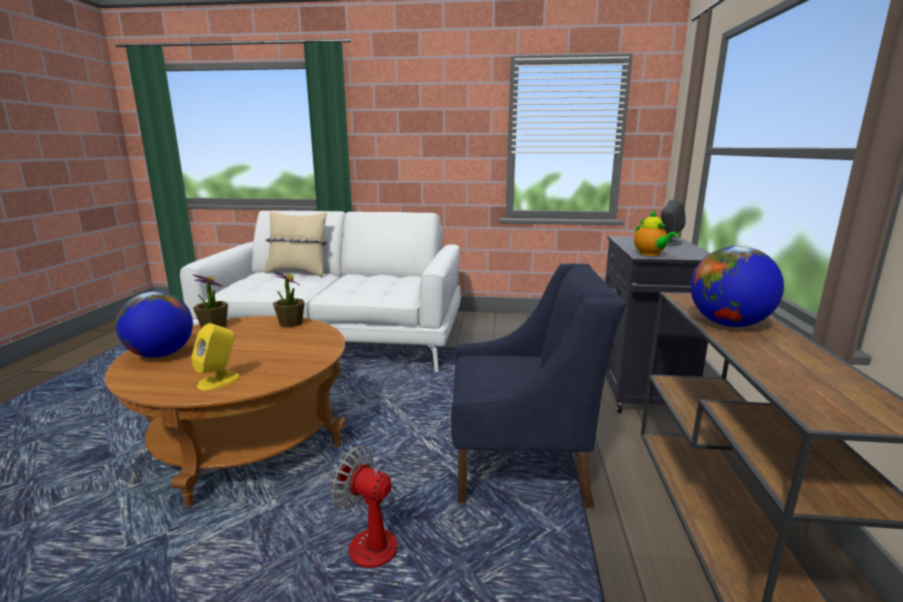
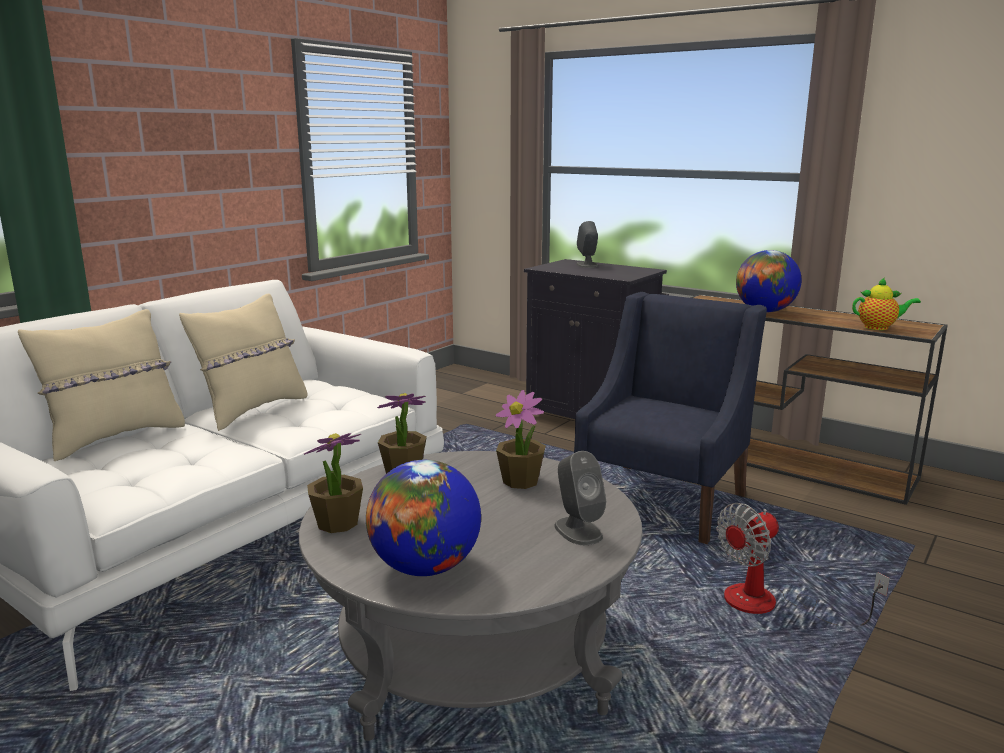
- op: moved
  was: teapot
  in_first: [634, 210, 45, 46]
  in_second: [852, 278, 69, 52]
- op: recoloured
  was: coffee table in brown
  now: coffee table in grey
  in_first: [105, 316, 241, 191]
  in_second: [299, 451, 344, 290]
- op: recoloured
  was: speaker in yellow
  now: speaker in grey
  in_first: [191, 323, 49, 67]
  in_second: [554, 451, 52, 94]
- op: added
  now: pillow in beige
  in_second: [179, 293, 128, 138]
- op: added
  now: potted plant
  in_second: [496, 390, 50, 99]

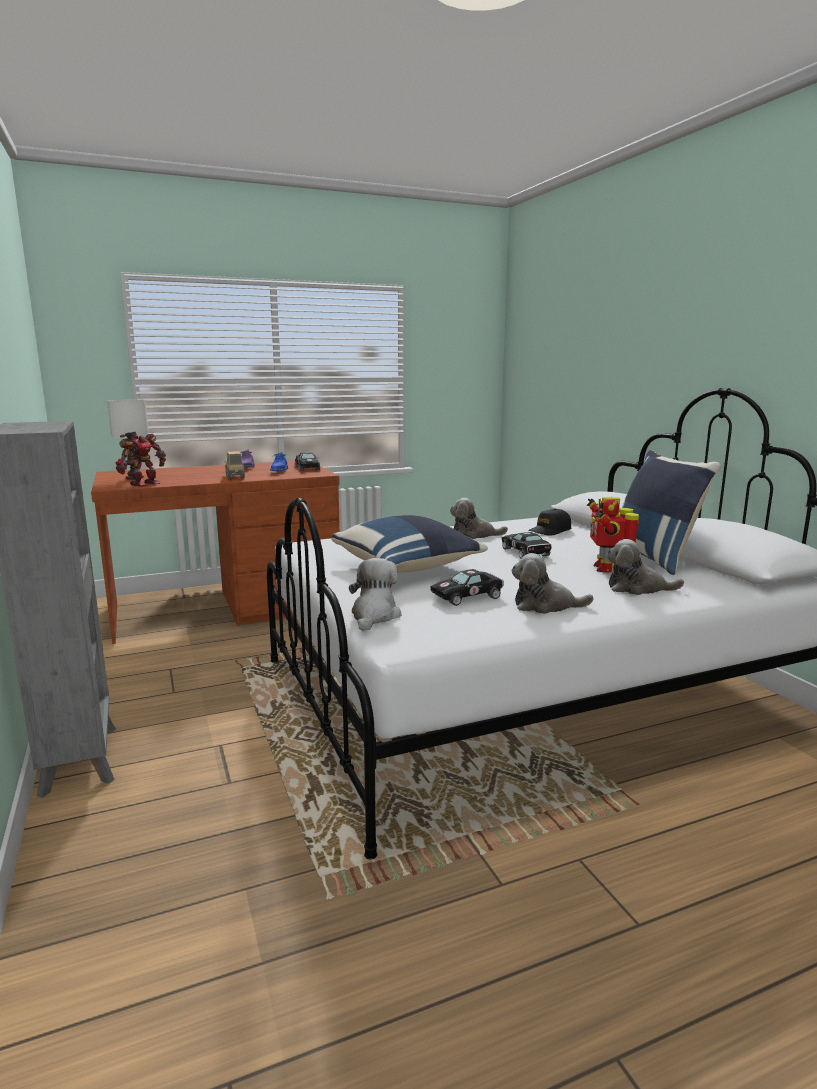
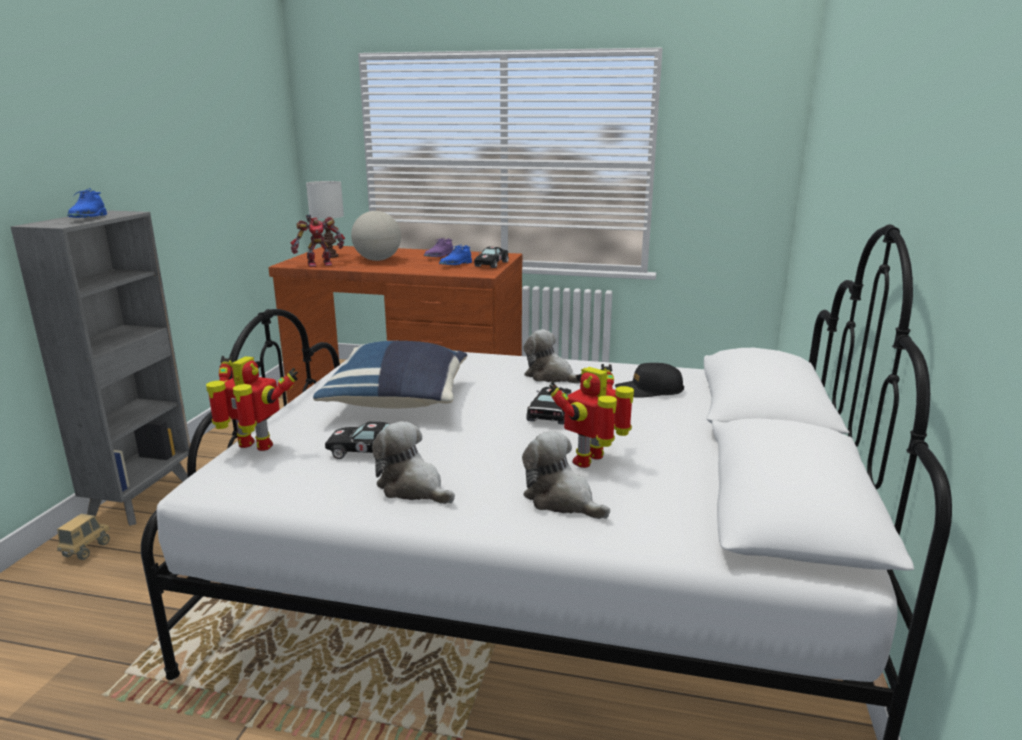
- op: removed
  was: pillow in blue
  in_first: [622, 450, 99, 125]
- op: moved
  was: toy truck
  in_first: [224, 451, 21, 28]
  in_second: [57, 514, 53, 46]
- op: replaced
  was: plush toy
  now: toy robot
  in_first: [349, 558, 52, 73]
  in_second: [206, 356, 92, 95]
- op: added
  now: shoe in blue
  in_second: [67, 188, 40, 30]
- op: added
  now: globe
  in_second: [351, 211, 50, 50]

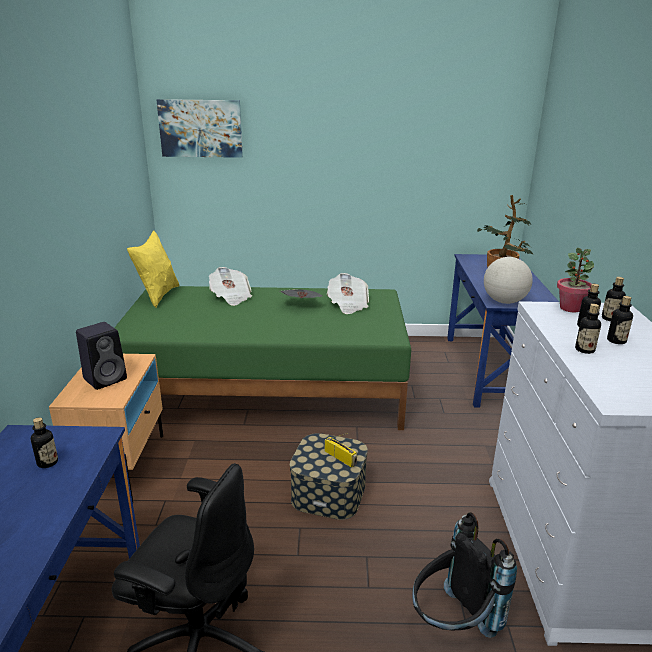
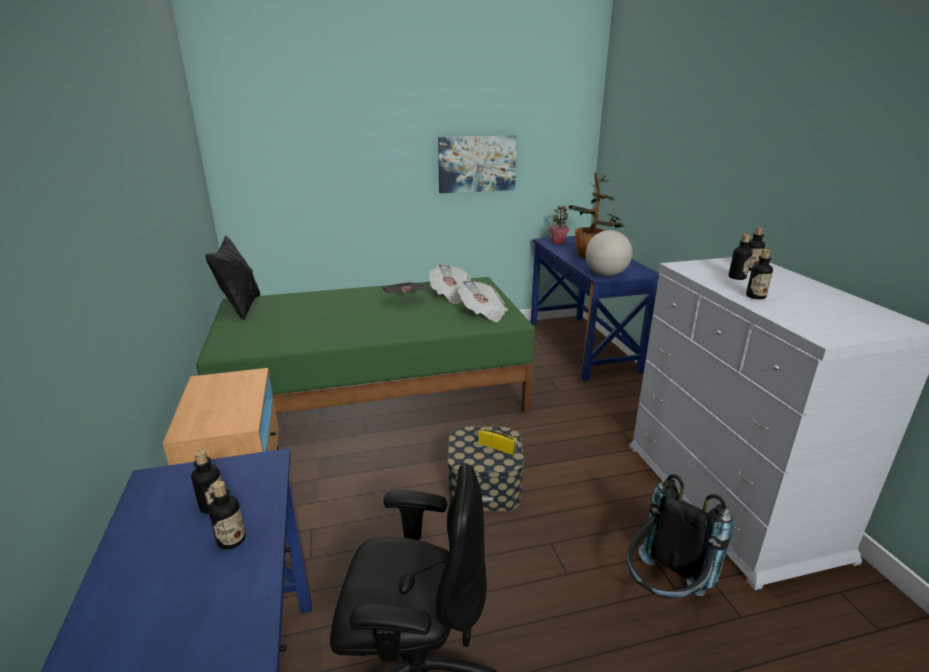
- op: moved
  was: picture
  in_first: [157, 99, 86, 59]
  in_second: [438, 135, 79, 58]
- op: recoloured
  was: pillow in yellow
  now: pillow in black
  in_first: [127, 230, 52, 78]
  in_second: [205, 235, 55, 85]
- op: moved
  was: potted plant
  in_first: [557, 248, 37, 65]
  in_second: [549, 206, 20, 38]
- op: moved
  was: newspaper
  in_first: [209, 267, 43, 39]
  in_second: [458, 280, 50, 42]
- op: moved
  was: bottle
  in_first: [607, 296, 26, 48]
  in_second: [209, 481, 37, 69]
- op: removed
  was: speaker in black
  in_first: [76, 322, 51, 68]

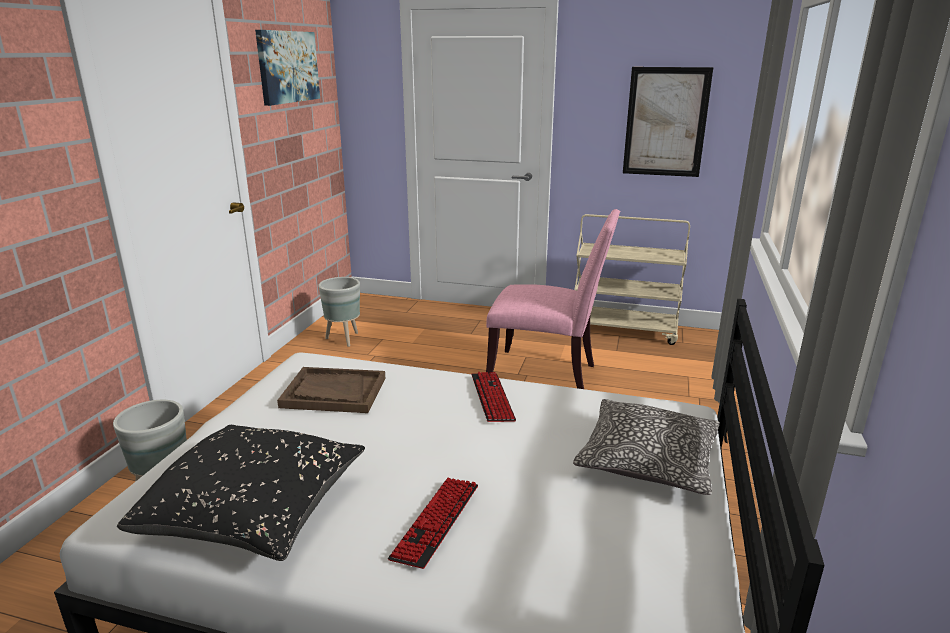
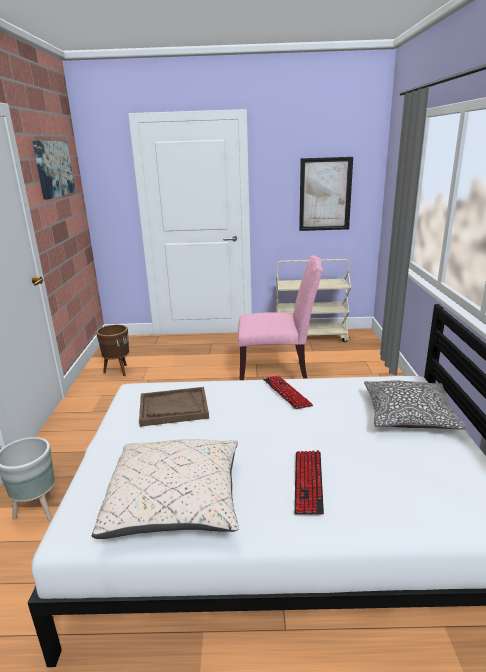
- op: recoloured
  was: planter in grey
  now: planter in brown
  in_first: [318, 277, 42, 70]
  in_second: [96, 324, 33, 52]
- op: recoloured
  was: pillow in black
  now: pillow in beige
  in_first: [117, 425, 248, 136]
  in_second: [92, 439, 147, 100]

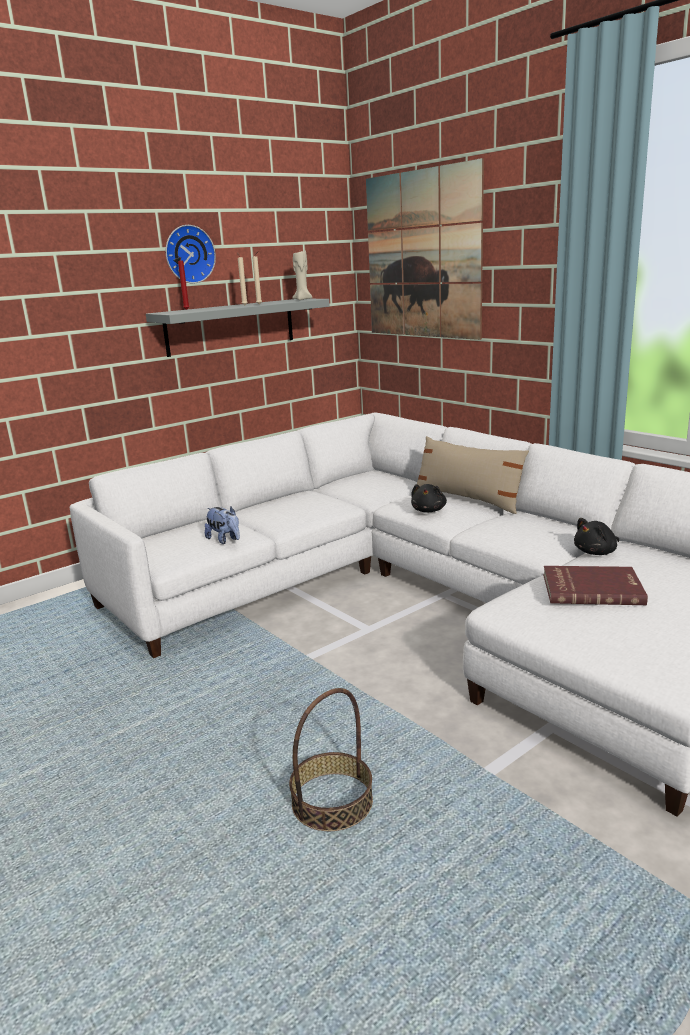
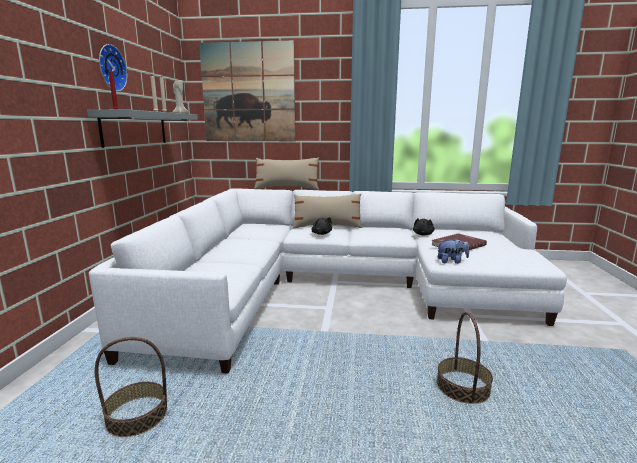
- op: moved
  was: plush toy
  in_first: [205, 507, 35, 37]
  in_second: [438, 237, 31, 27]
- op: added
  now: pillow in beige
  in_second: [254, 157, 65, 33]
- op: added
  now: basket
  in_second: [95, 337, 72, 100]

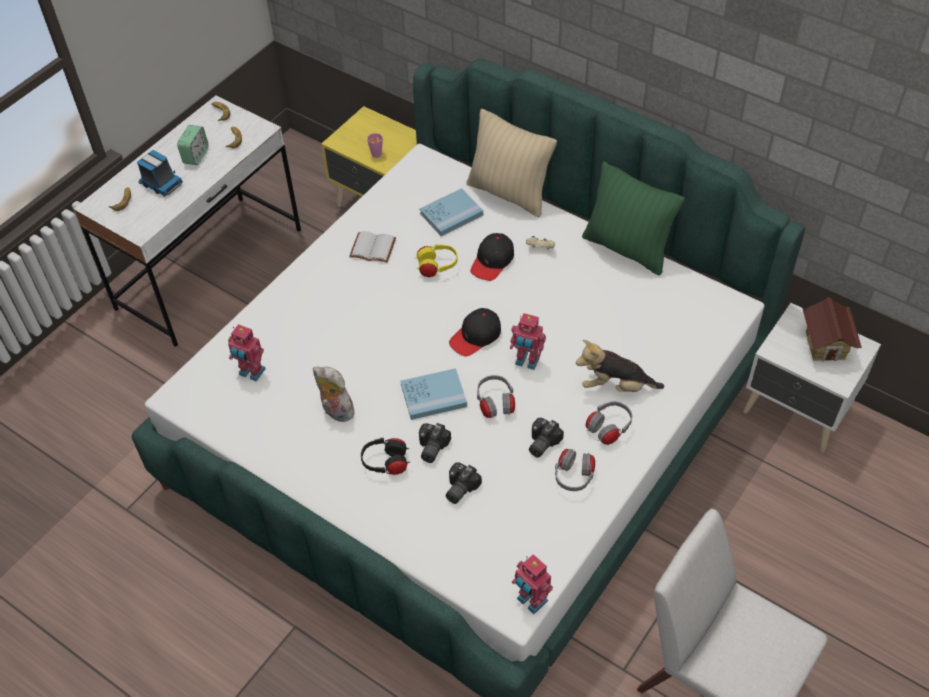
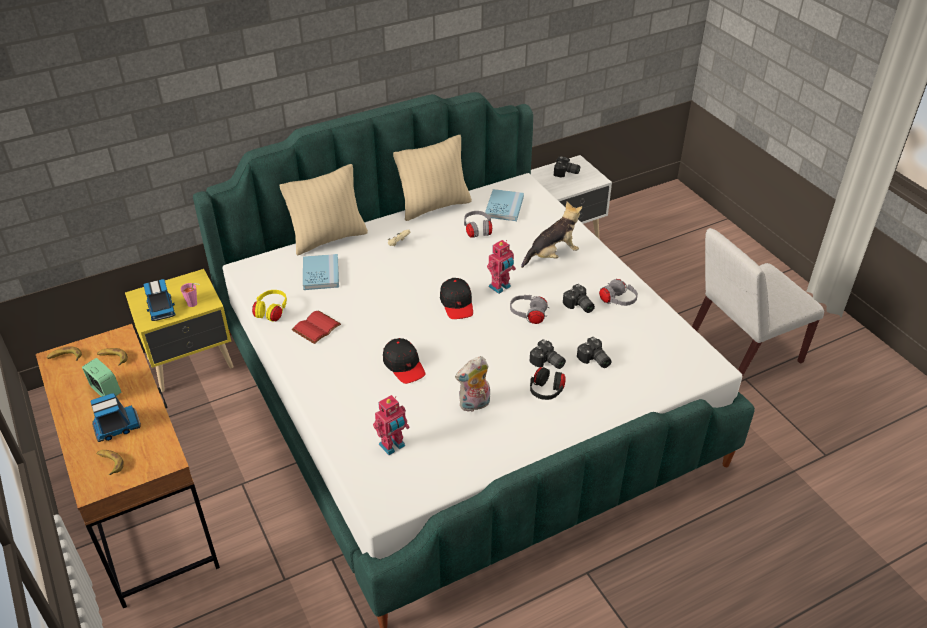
- op: recoloured
  was: desk in white
  now: desk in brown
  in_first: [73, 95, 228, 252]
  in_second: [36, 324, 184, 284]
- op: recoloured
  was: pillow in green
  now: pillow in beige
  in_first: [582, 161, 103, 114]
  in_second: [393, 135, 79, 86]
- op: recoloured
  was: book in white
  now: book in red
  in_first: [349, 231, 47, 32]
  in_second: [292, 310, 49, 34]
- op: moved
  was: cap in black
  in_first: [470, 233, 44, 48]
  in_second: [383, 338, 42, 46]
- op: moved
  was: headphones in yellow
  in_first: [415, 244, 43, 33]
  in_second: [252, 290, 35, 32]
- op: replaced
  was: toy house
  now: photo camera
  in_first: [802, 297, 60, 64]
  in_second: [554, 156, 26, 21]
- op: turned
  was: plush toy
  in_first: [576, 340, 88, 52]
  in_second: [521, 201, 61, 67]
  clockwise: -150
- op: moved
  was: book in blue
  in_first: [401, 368, 66, 52]
  in_second: [485, 189, 39, 32]
- op: moved
  was: headphones in grey
  in_first: [586, 401, 47, 44]
  in_second: [464, 211, 28, 27]
- op: removed
  was: toy robot
  in_first: [512, 554, 41, 60]
- op: added
  now: toy truck
  in_second: [143, 279, 33, 42]

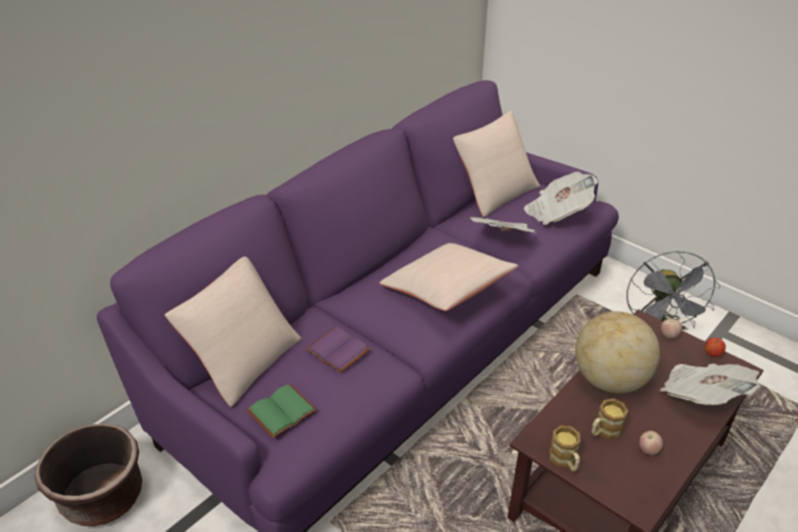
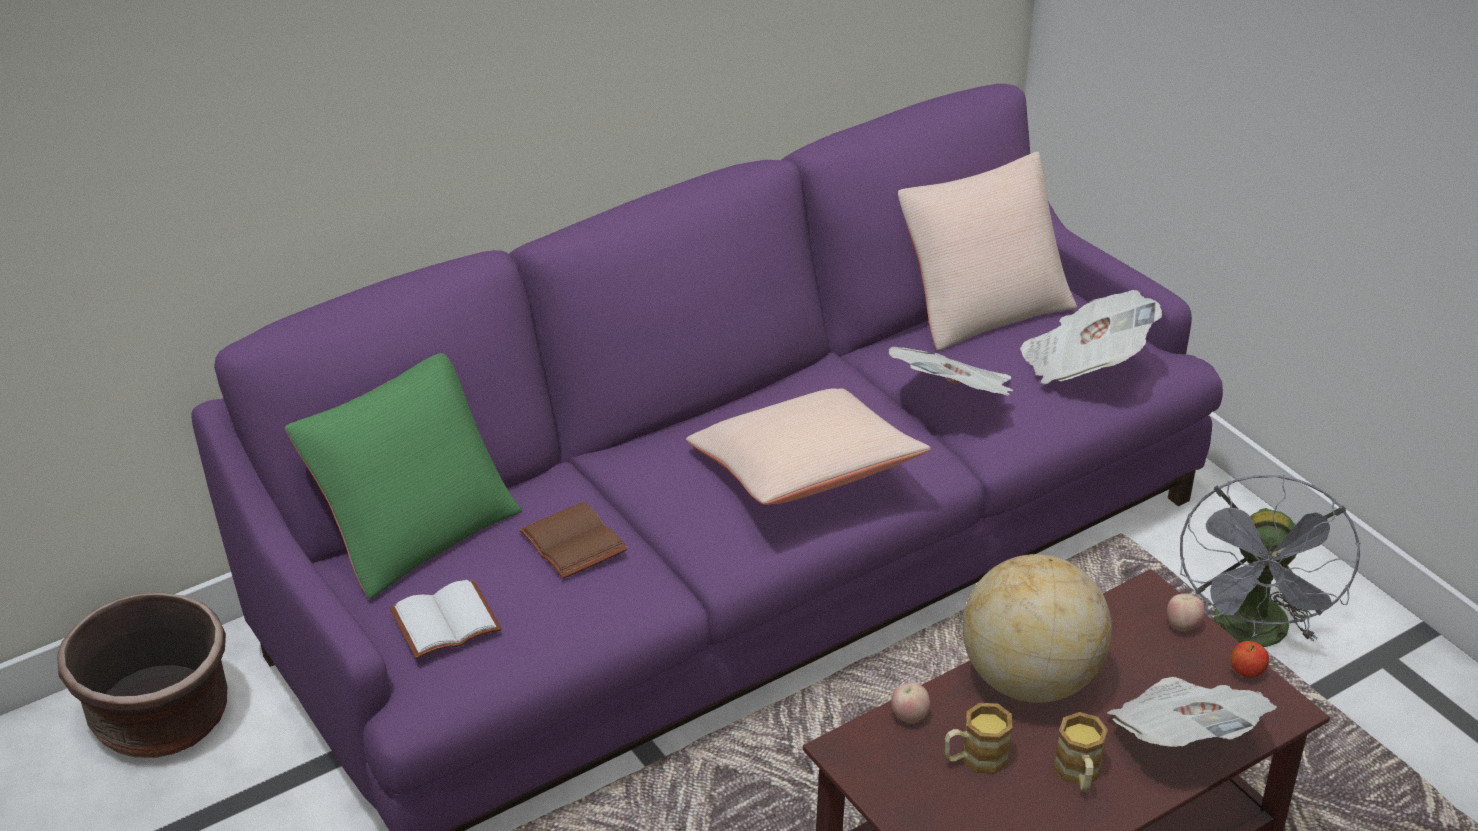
- op: recoloured
  was: pillow in beige
  now: pillow in green
  in_first: [165, 257, 136, 150]
  in_second: [285, 353, 237, 246]
- op: recoloured
  was: book in purple
  now: book in brown
  in_first: [306, 327, 64, 46]
  in_second: [519, 502, 109, 77]
- op: recoloured
  was: book in green
  now: book in white
  in_first: [246, 384, 71, 55]
  in_second: [390, 580, 112, 79]
- op: moved
  was: mug
  in_first: [549, 425, 32, 47]
  in_second: [1053, 712, 55, 80]
- op: moved
  was: apple
  in_first: [639, 431, 24, 24]
  in_second: [891, 682, 39, 41]

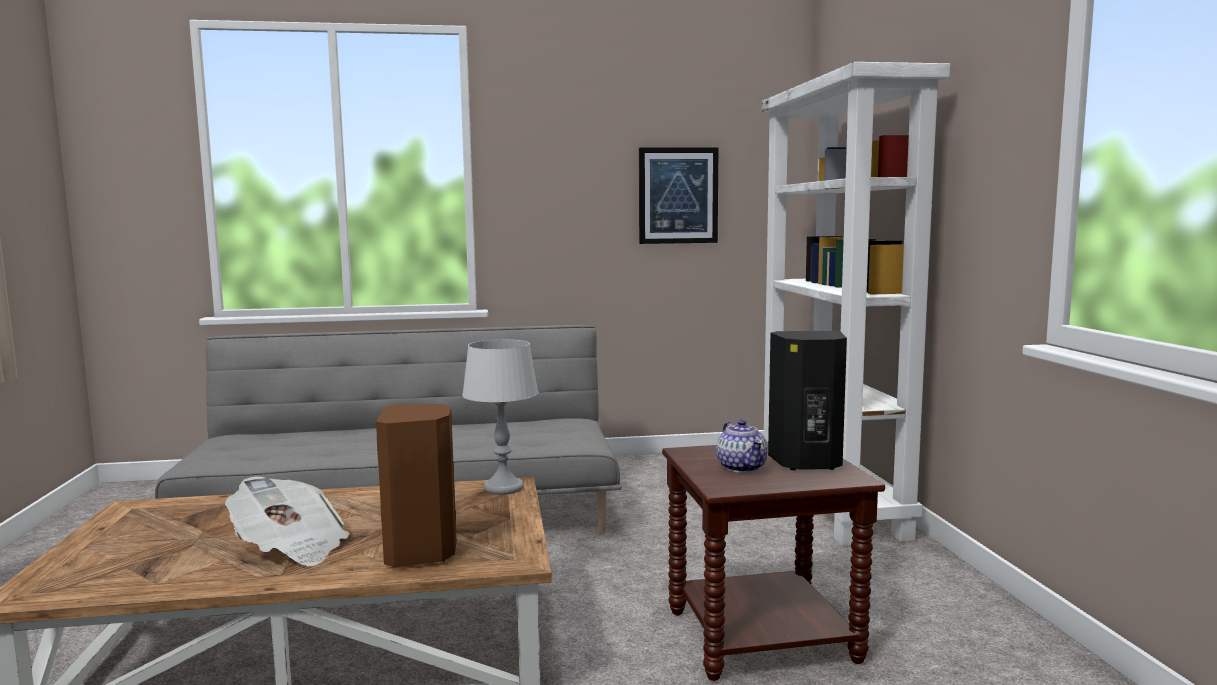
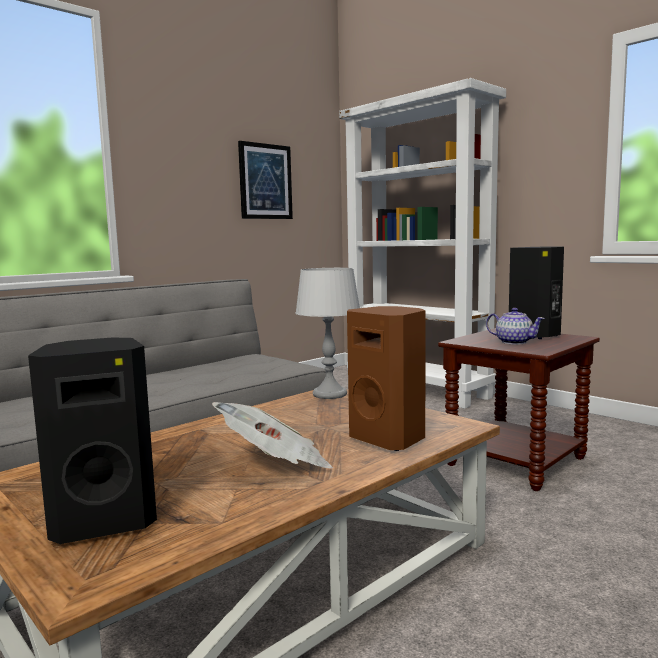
- op: added
  now: speaker in black
  in_second: [28, 338, 129, 206]

